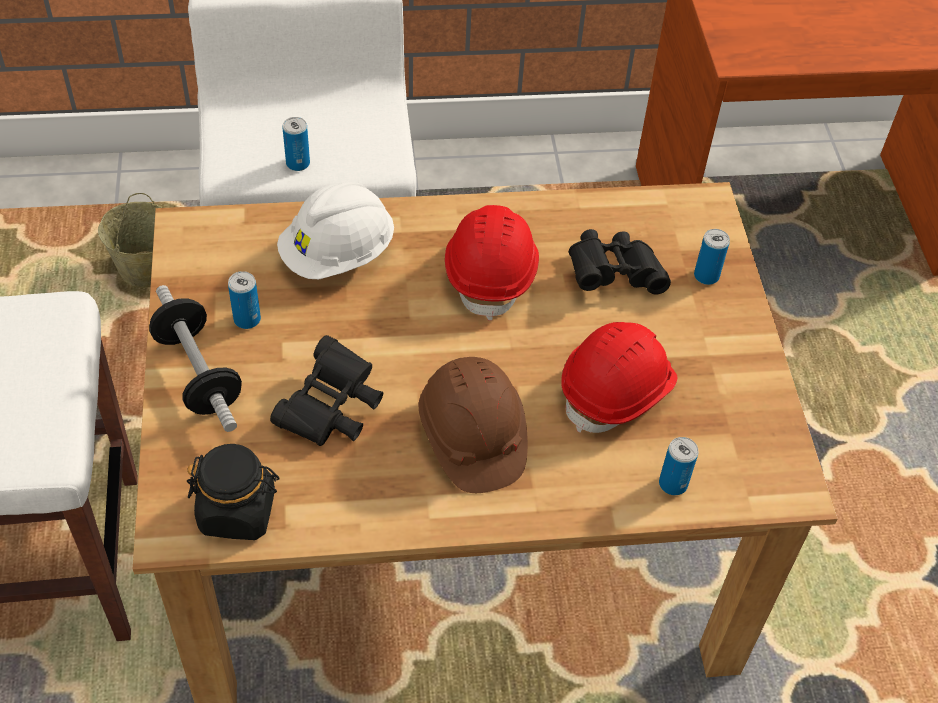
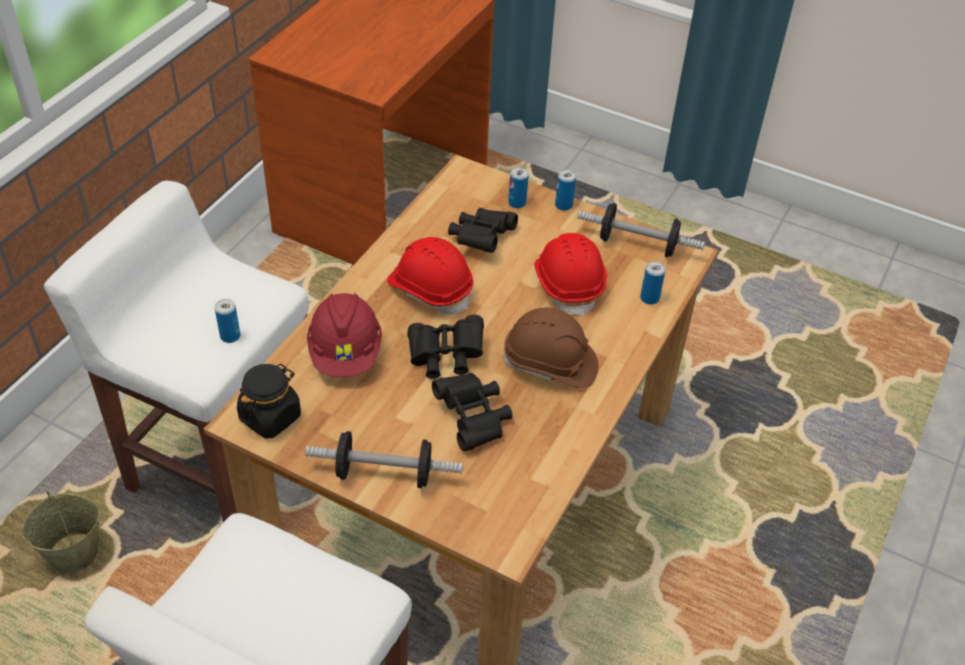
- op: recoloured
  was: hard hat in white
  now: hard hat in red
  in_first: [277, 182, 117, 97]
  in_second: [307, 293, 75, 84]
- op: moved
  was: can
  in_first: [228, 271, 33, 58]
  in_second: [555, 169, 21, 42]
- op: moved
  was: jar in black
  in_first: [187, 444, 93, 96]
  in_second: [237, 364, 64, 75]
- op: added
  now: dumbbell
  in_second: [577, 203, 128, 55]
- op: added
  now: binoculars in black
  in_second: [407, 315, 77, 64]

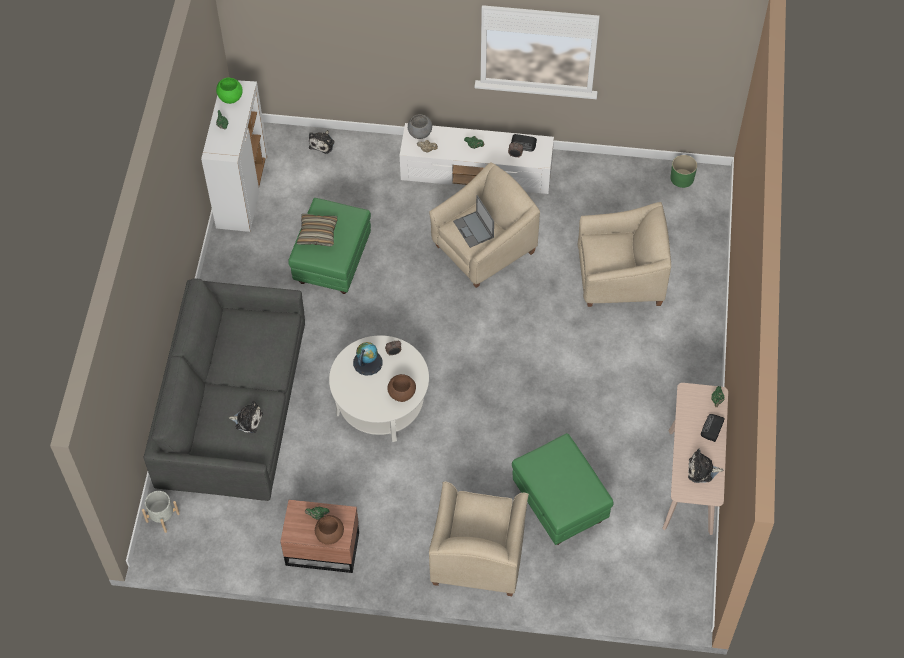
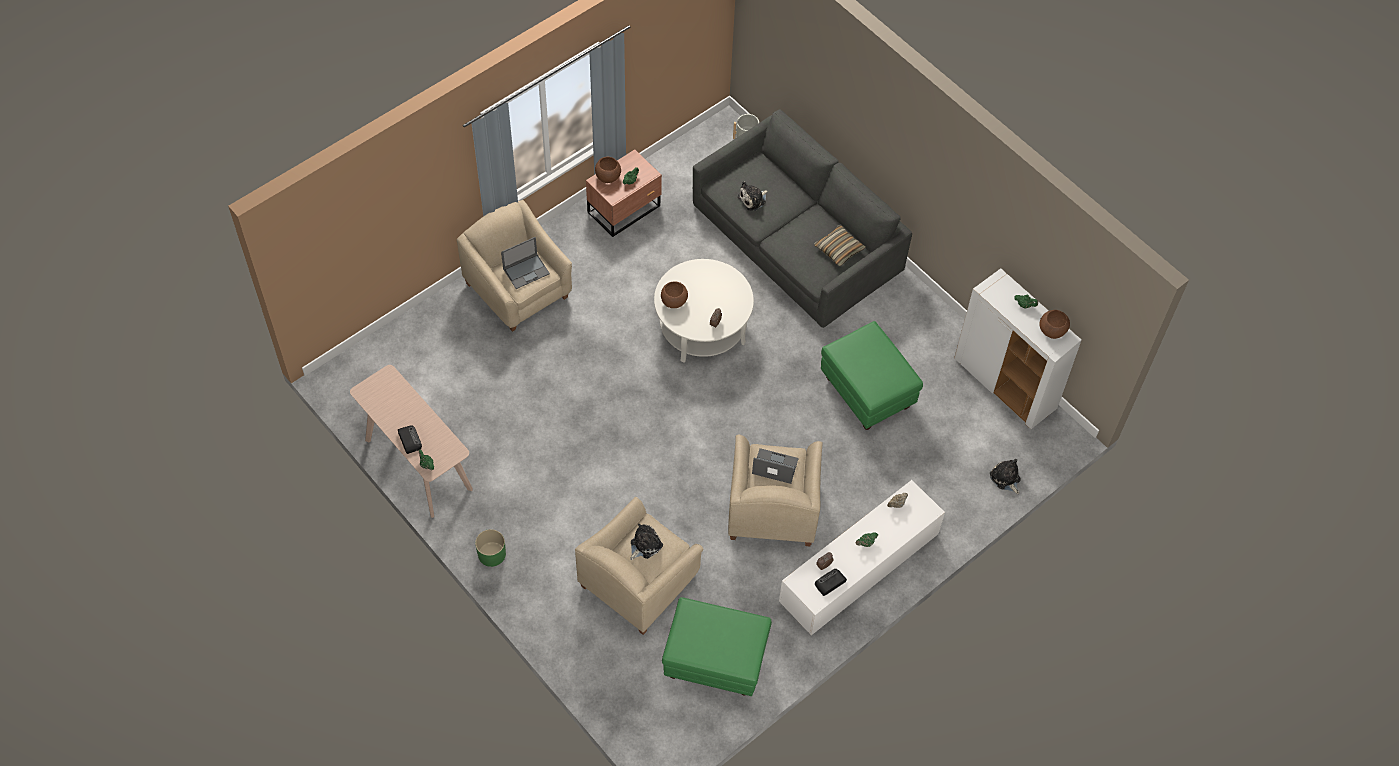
- op: recoloured
  was: bowl in green
  now: bowl in brown
  in_first: [216, 78, 27, 26]
  in_second: [1039, 310, 31, 29]
- op: removed
  was: bowl in grey
  in_first: [408, 114, 24, 25]
- op: moved
  was: planter in green
  in_first: [670, 155, 27, 33]
  in_second: [475, 529, 31, 38]
- op: moved
  was: pillow
  in_first: [297, 214, 40, 32]
  in_second: [814, 225, 52, 41]
- op: removed
  was: globe
  in_first: [353, 342, 30, 33]
- op: moved
  was: ottoman in green
  in_first: [512, 433, 101, 112]
  in_second: [662, 597, 110, 99]
- op: moved
  was: plush toy
  in_first: [688, 449, 36, 34]
  in_second: [630, 524, 33, 36]
- op: added
  now: laptop
  in_second: [501, 237, 49, 52]

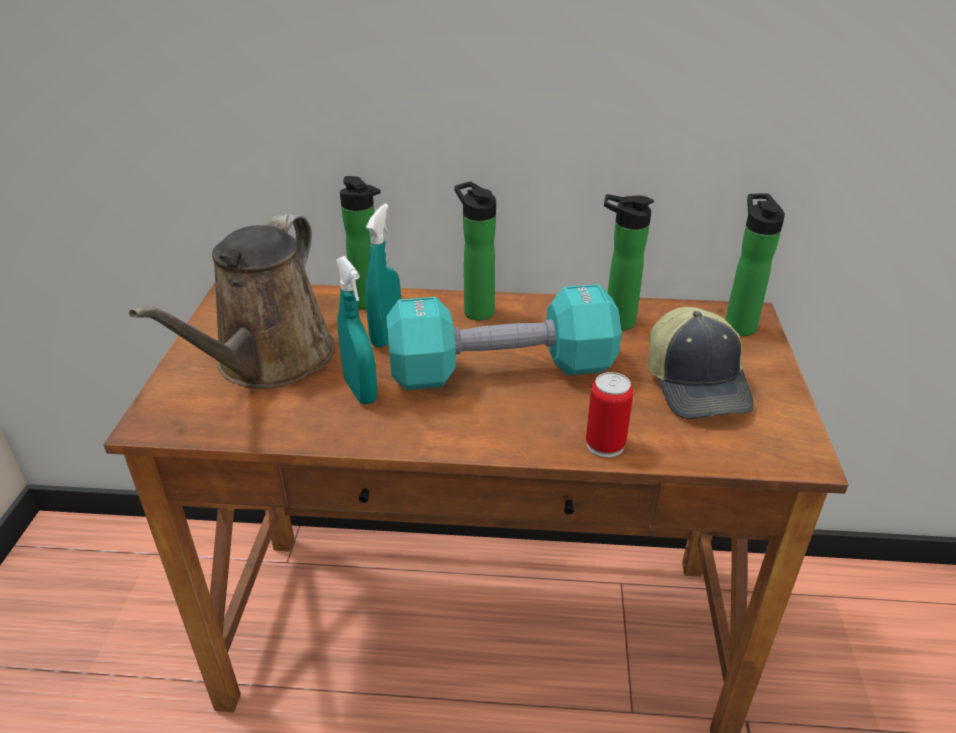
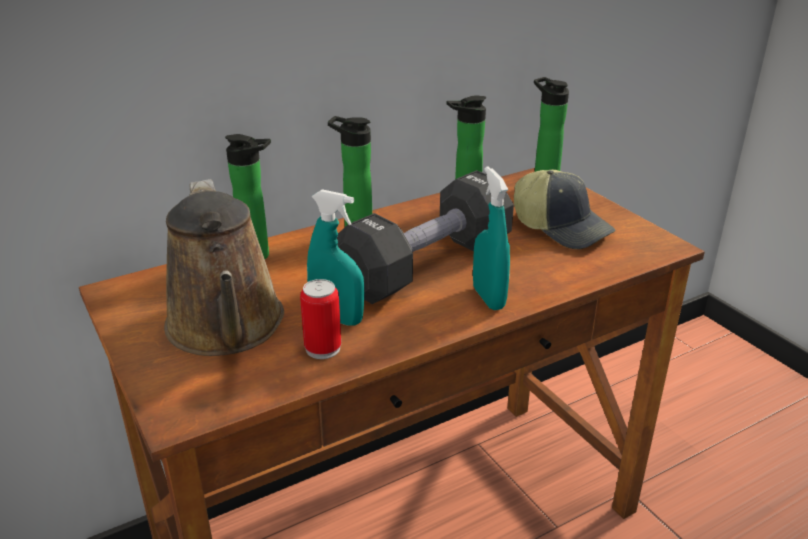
- op: moved
  was: spray bottle in turquoise
  in_first: [366, 203, 35, 145]
  in_second: [473, 166, 37, 144]
- op: recoloured
  was: dumbbell in turquoise
  now: dumbbell in black
  in_first: [386, 284, 236, 106]
  in_second: [337, 170, 177, 134]
- op: moved
  was: can
  in_first: [586, 372, 47, 86]
  in_second: [300, 279, 41, 80]

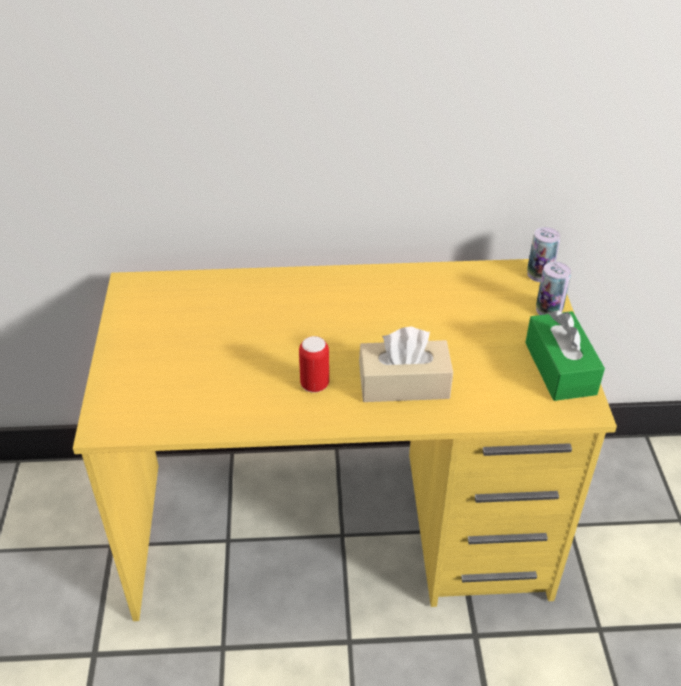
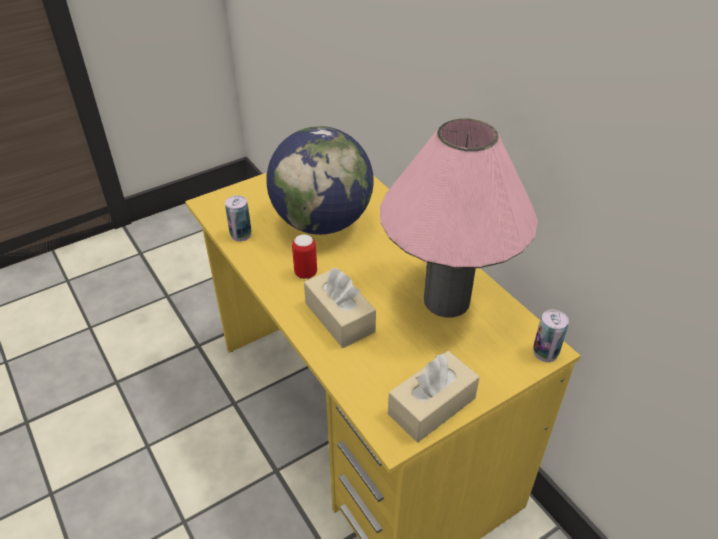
- op: moved
  was: can
  in_first: [536, 262, 35, 53]
  in_second: [225, 195, 27, 47]
- op: recoloured
  was: tissue box in green
  now: tissue box in beige
  in_first: [525, 310, 80, 91]
  in_second: [388, 351, 92, 91]
- op: added
  now: table lamp in pink
  in_second: [380, 119, 158, 198]
- op: added
  now: globe
  in_second: [266, 126, 108, 109]

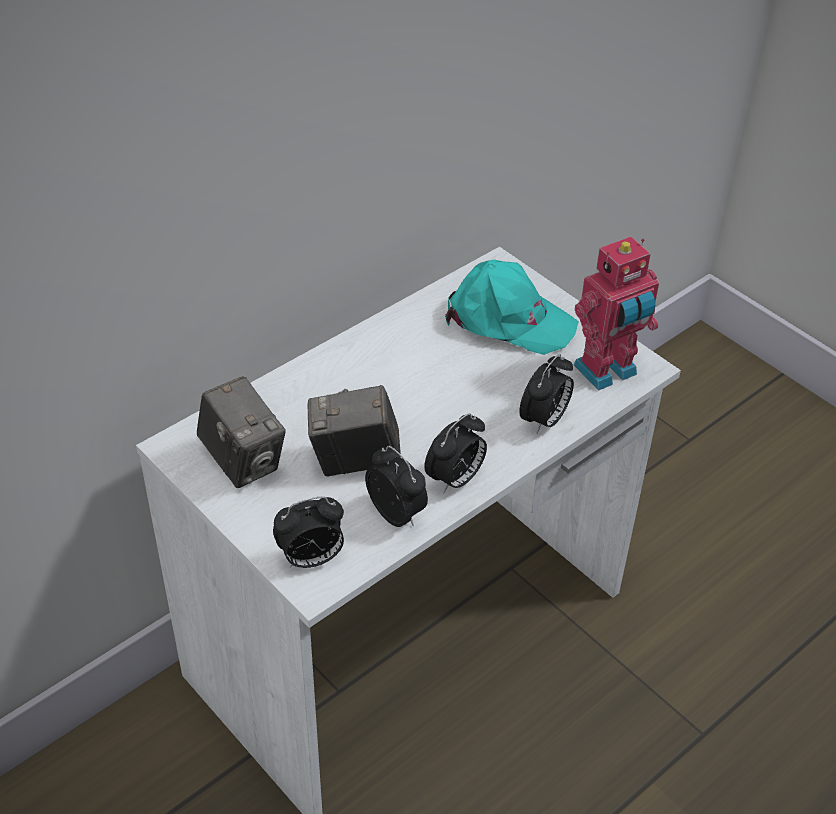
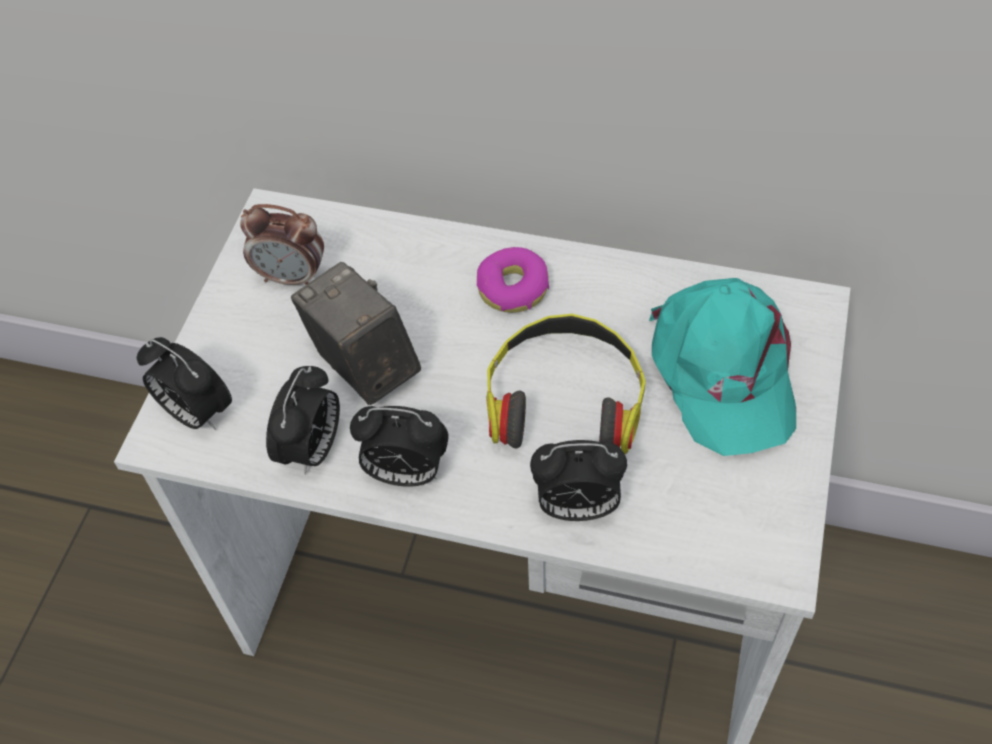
- op: removed
  was: toy robot
  in_first: [574, 236, 85, 155]
- op: replaced
  was: photo camera
  now: alarm clock
  in_first: [197, 376, 89, 112]
  in_second: [240, 204, 84, 81]
- op: added
  now: donut
  in_second: [477, 247, 72, 66]
- op: added
  now: headphones
  in_second: [487, 314, 159, 140]

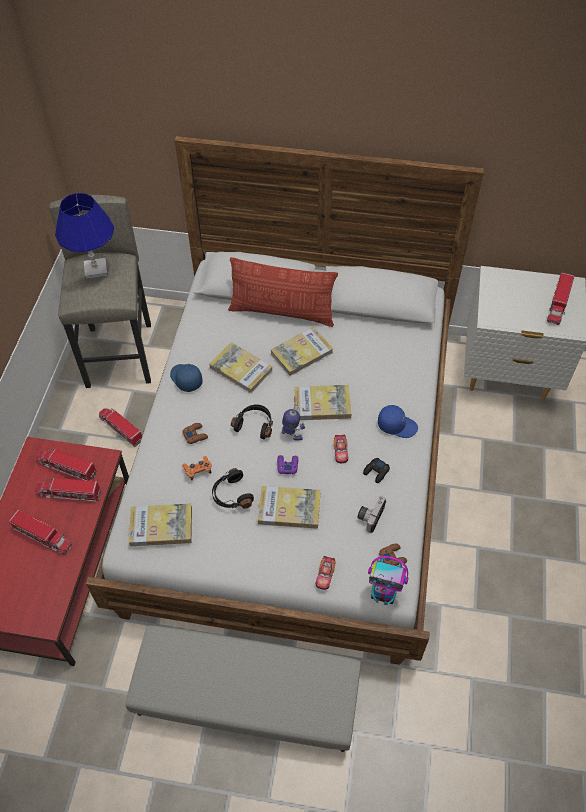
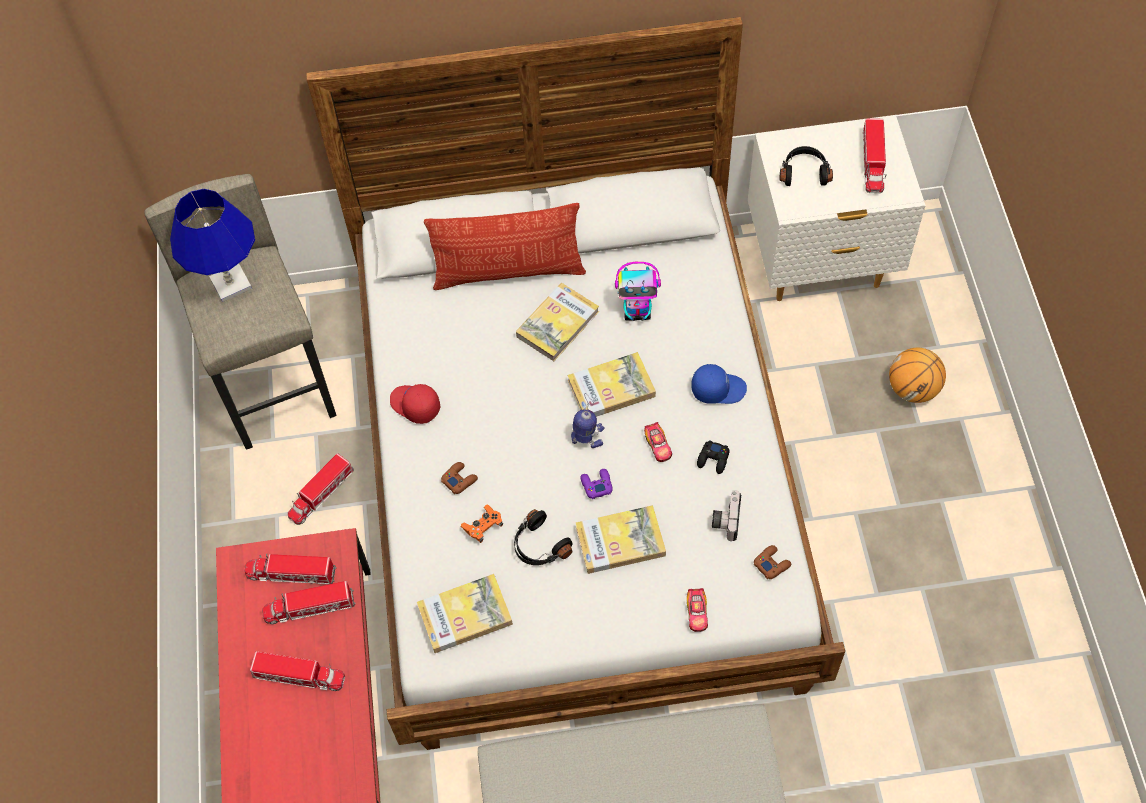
- op: removed
  was: book
  in_first: [209, 342, 63, 51]
- op: recoloured
  was: cap in blue
  now: cap in red
  in_first: [170, 364, 33, 28]
  in_second: [390, 384, 50, 40]
- op: moved
  was: headphones in black
  in_first: [231, 404, 42, 35]
  in_second: [779, 146, 54, 40]
- op: turned
  was: toy truck
  in_first: [99, 409, 43, 38]
  in_second: [288, 453, 66, 72]
  clockwise: -75
- op: moved
  was: toy robot
  in_first: [368, 556, 40, 49]
  in_second: [615, 262, 46, 59]
- op: added
  now: basketball
  in_second: [889, 348, 57, 55]

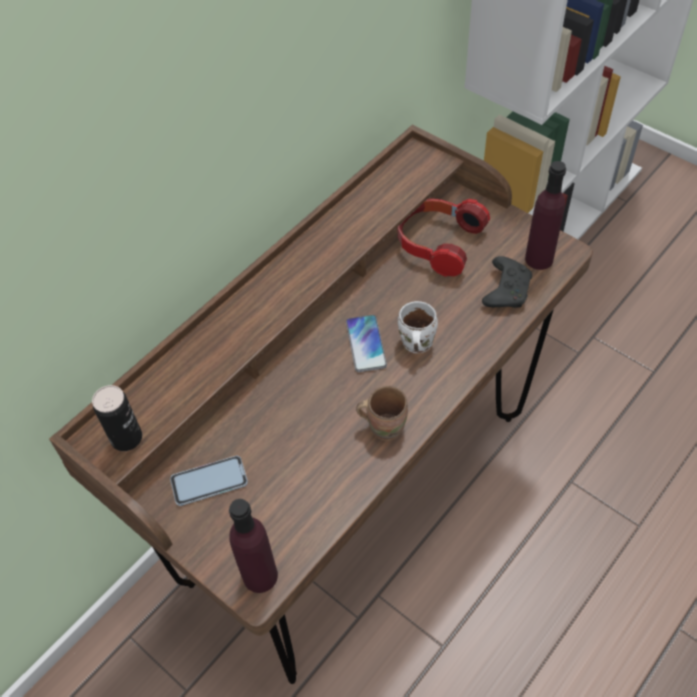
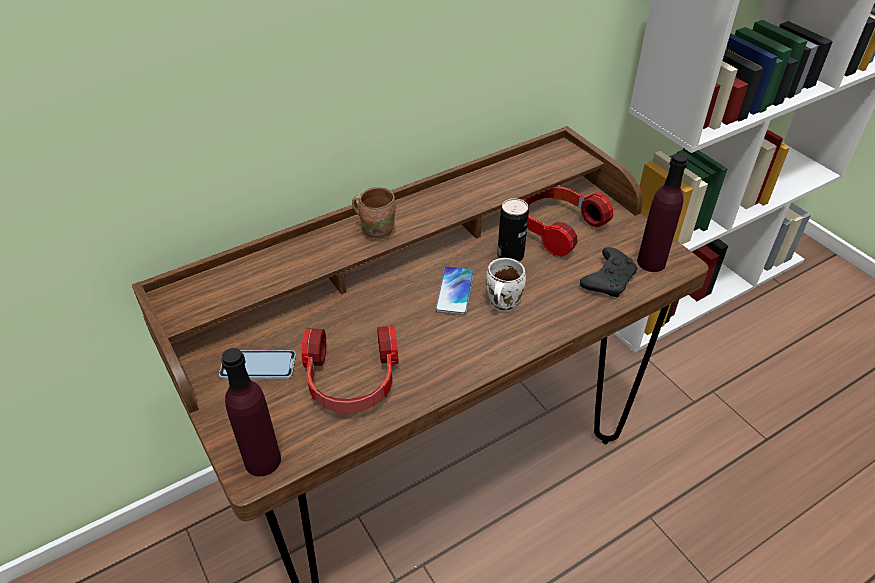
- op: moved
  was: can
  in_first: [92, 385, 50, 66]
  in_second: [497, 198, 32, 64]
- op: moved
  was: mug in brown
  in_first: [356, 386, 52, 55]
  in_second: [352, 187, 44, 53]
- op: added
  now: headphones
  in_second: [301, 325, 97, 89]

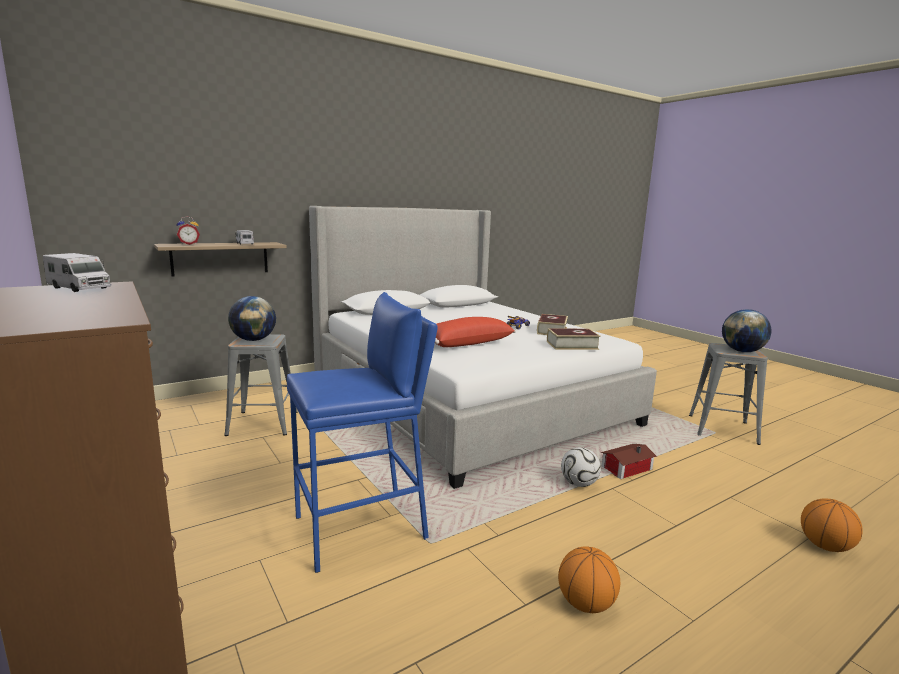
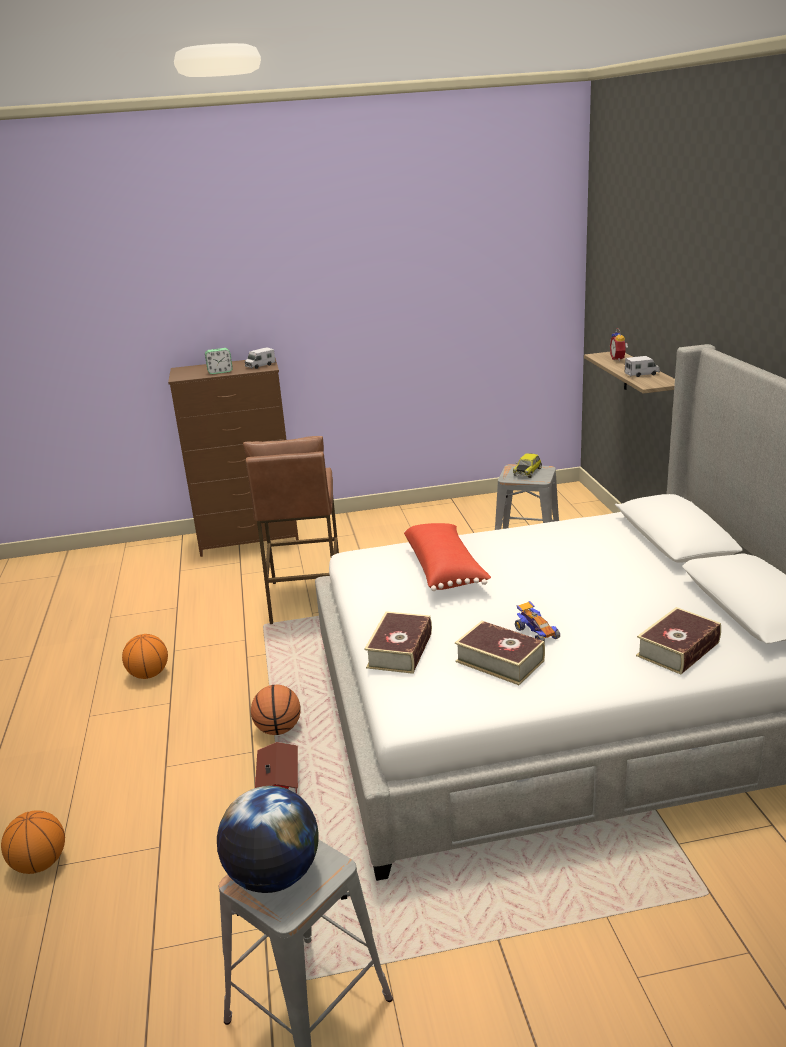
- op: recoloured
  was: stool in blue
  now: stool in brown
  in_first: [287, 292, 151, 281]
  in_second: [243, 436, 96, 188]
- op: replaced
  was: globe
  now: toy car
  in_first: [228, 296, 48, 45]
  in_second: [513, 453, 29, 25]
- op: replaced
  was: football
  now: basketball
  in_first: [561, 447, 40, 40]
  in_second: [251, 685, 50, 50]
- op: added
  now: alarm clock
  in_second: [205, 348, 28, 26]
- op: added
  now: book
  in_second: [636, 607, 85, 68]

